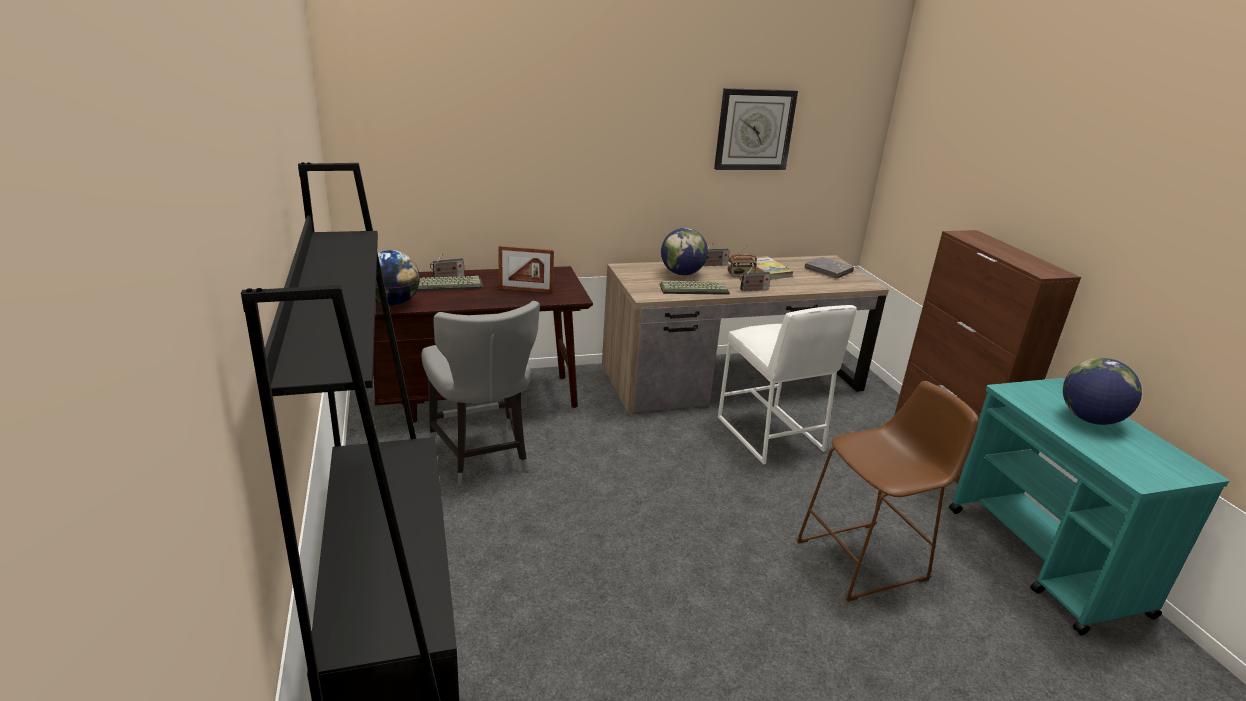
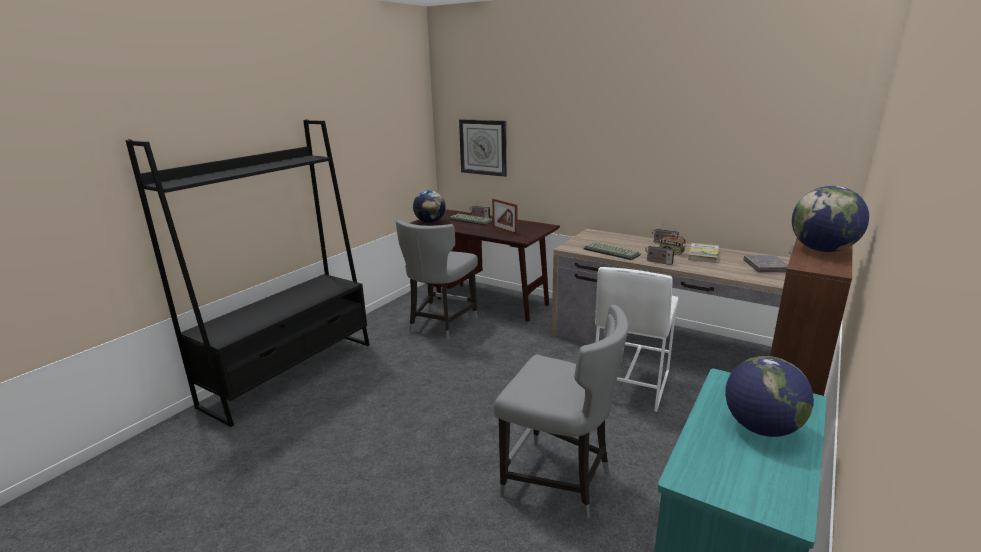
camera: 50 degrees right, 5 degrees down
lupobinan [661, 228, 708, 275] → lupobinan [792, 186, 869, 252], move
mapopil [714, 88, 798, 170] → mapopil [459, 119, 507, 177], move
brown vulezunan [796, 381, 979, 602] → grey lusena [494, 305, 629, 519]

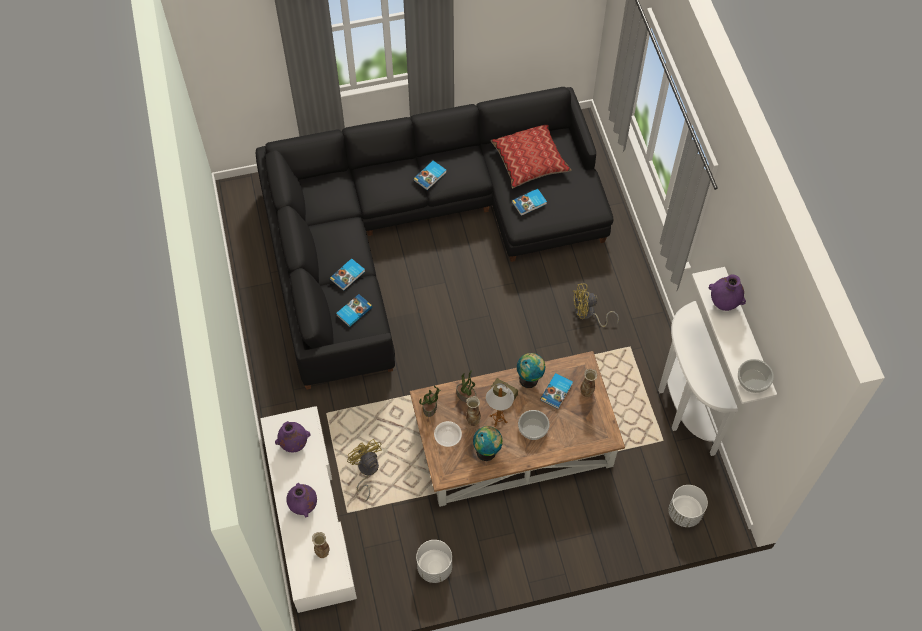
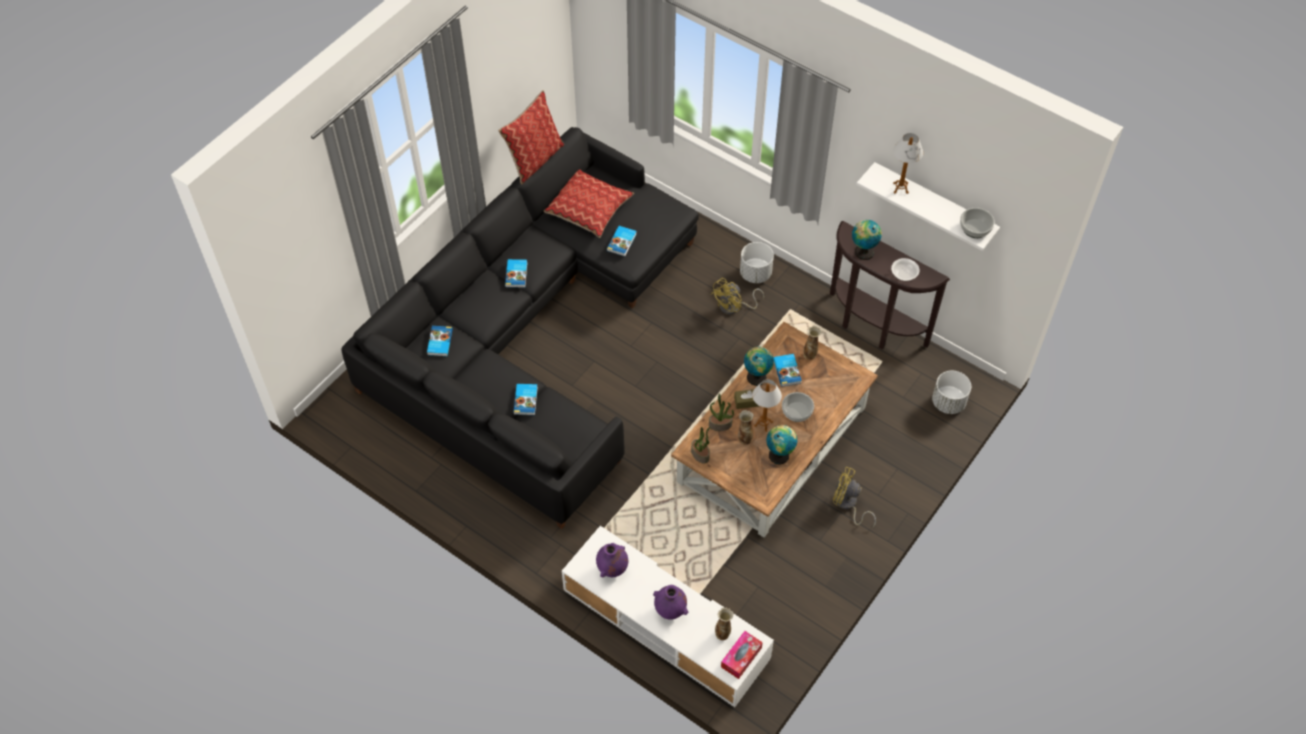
camera: 40 degrees left, 5 degrees down
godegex [336, 294, 372, 327] → godegex [427, 326, 453, 356], move
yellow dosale [347, 439, 382, 502] → yellow dosale [833, 467, 876, 529], move
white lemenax [416, 540, 452, 583] → white lemenax [740, 242, 774, 283], move
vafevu [434, 421, 462, 447] → vafevu [891, 258, 919, 281], move
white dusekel [658, 301, 738, 456] → brown dusekel [830, 221, 950, 350]
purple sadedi [709, 274, 746, 311] → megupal [893, 133, 923, 194]
- → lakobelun [498, 90, 564, 185]
- → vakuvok [721, 631, 763, 679]
- → lupobinan [852, 220, 882, 260]

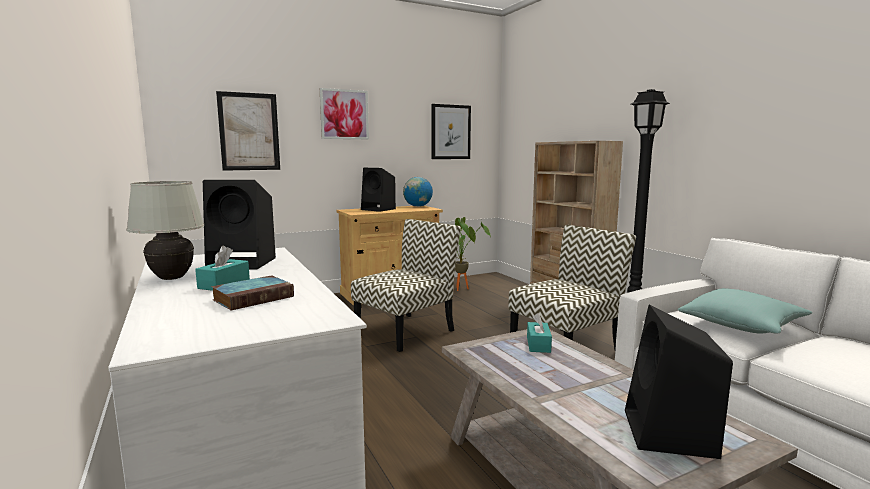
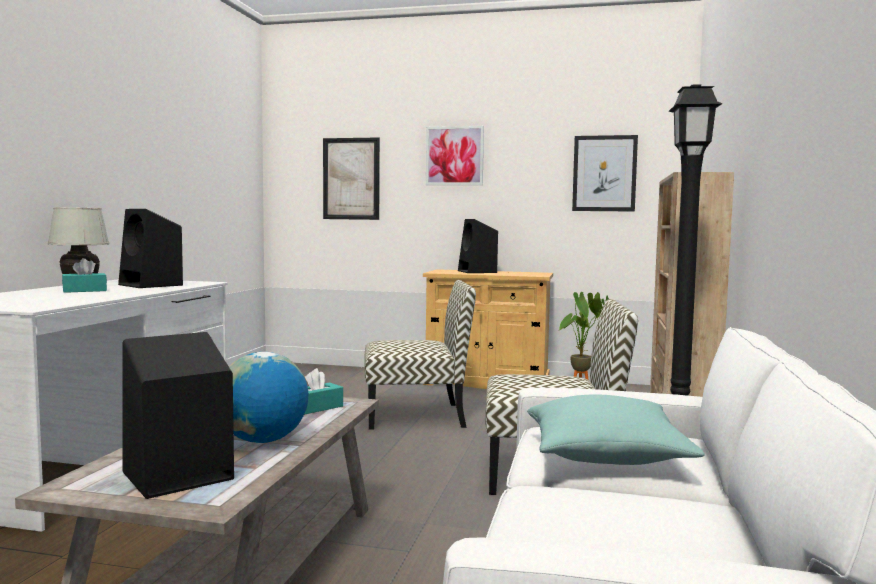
camera: 40 degrees right, 5 degrees down
godegex [211, 275, 294, 310] → -
lupobinan [403, 177, 433, 207] → lupobinan [229, 352, 308, 443], move

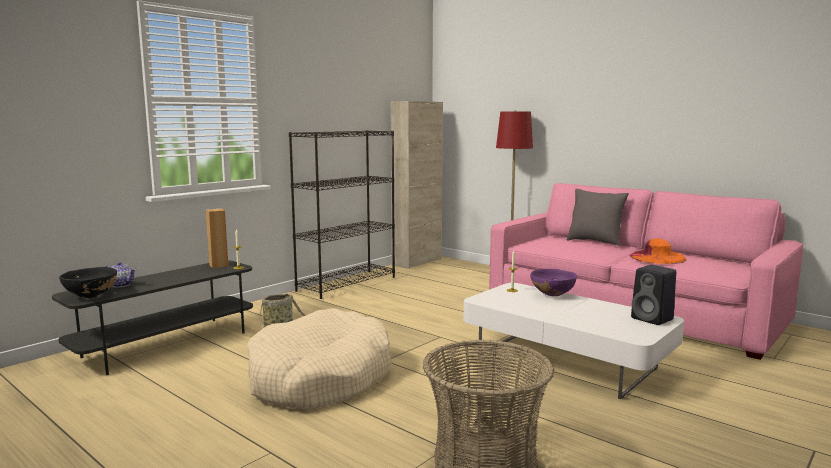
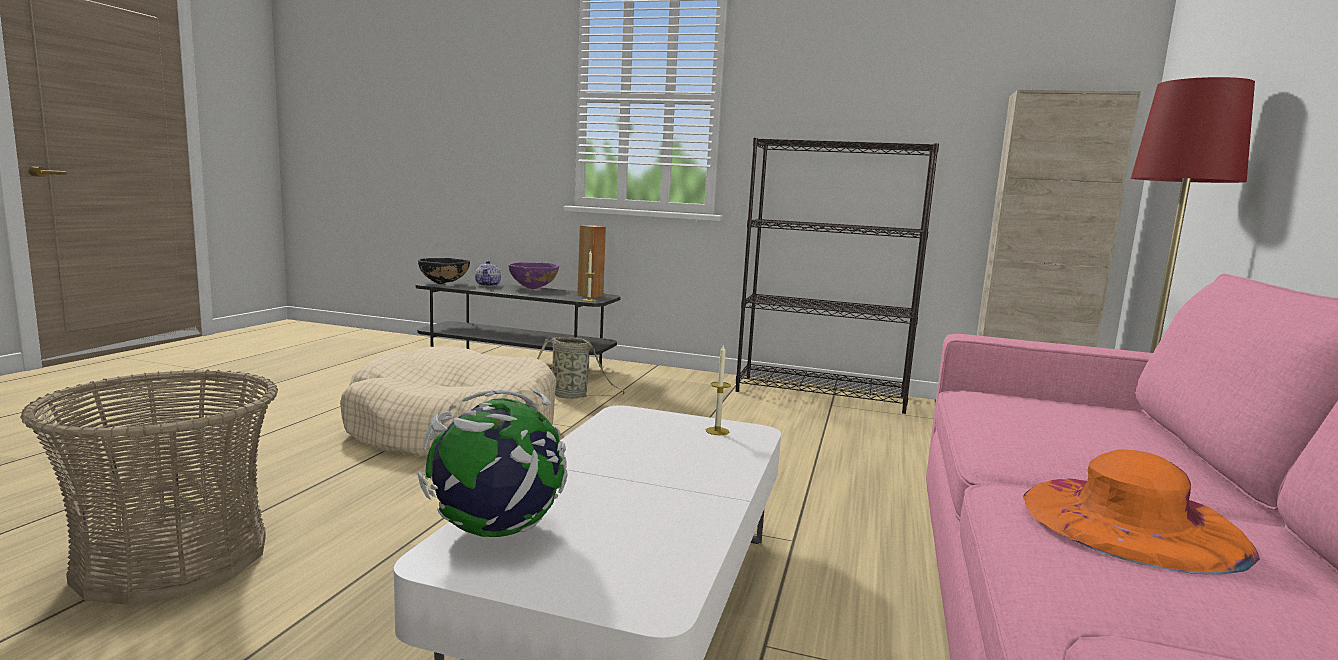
camera: 65 degrees right, 0 degrees up
purple vafevu [530, 269, 577, 296] → purple vafevu [508, 262, 559, 289], move
grey lakobelun [567, 189, 629, 246] → -
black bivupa [631, 265, 676, 325] → -
- → lupobinan [418, 390, 568, 537]

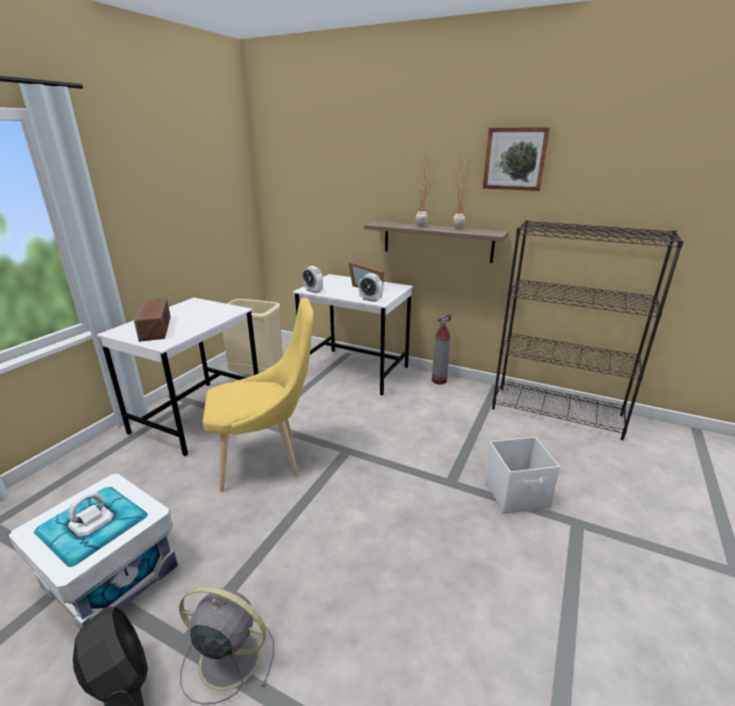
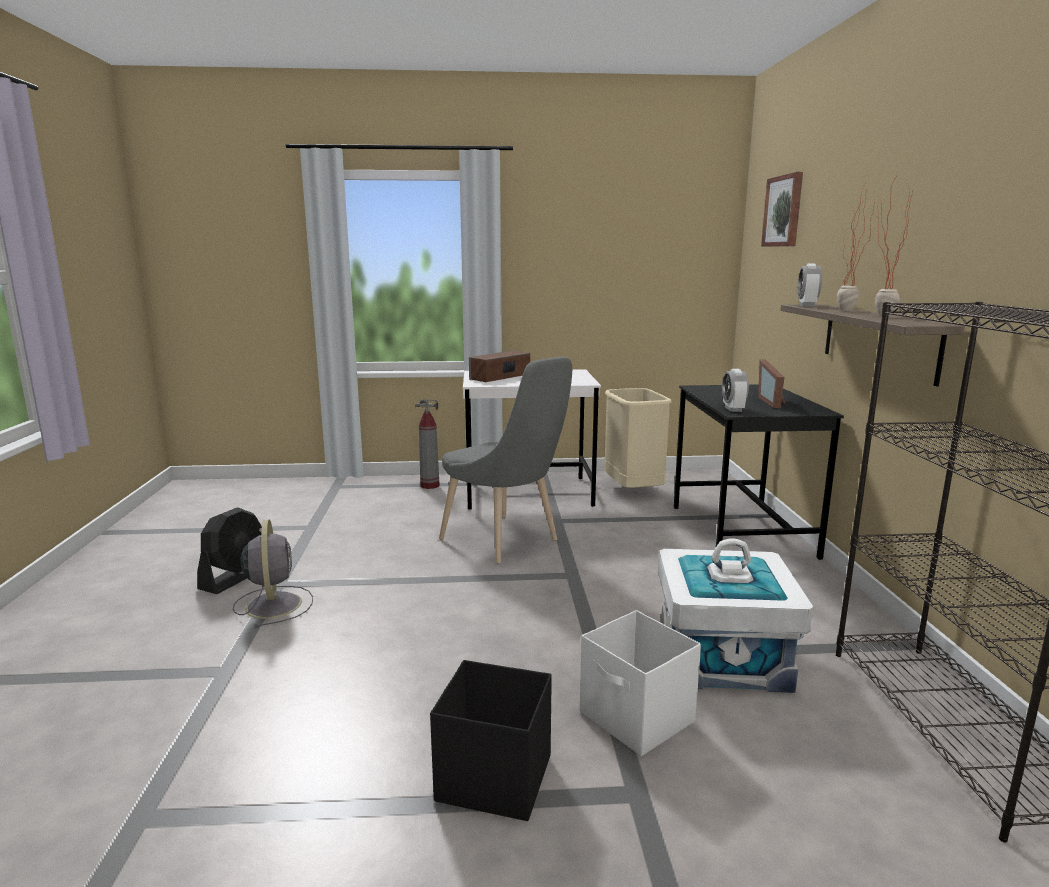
camera: 60 degrees right, 10 degrees down
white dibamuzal [9, 474, 178, 630] → white dibamuzal [658, 538, 813, 693], move
yellow lusena [203, 298, 314, 492] → grey lusena [439, 356, 572, 564]
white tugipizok [293, 274, 413, 395] → black tugipizok [674, 384, 844, 560]
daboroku [302, 266, 323, 293] → daboroku [798, 263, 822, 307], move
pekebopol [432, 313, 451, 385] → pekebopol [415, 399, 440, 489], move
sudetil [483, 127, 550, 191] → sudetil [761, 172, 803, 247], move
- → black dibamuzal [430, 660, 552, 821]

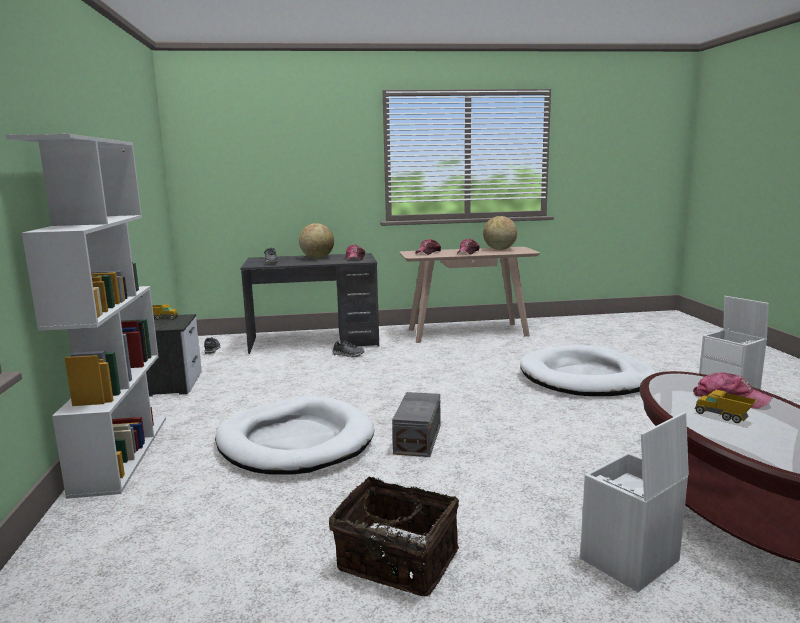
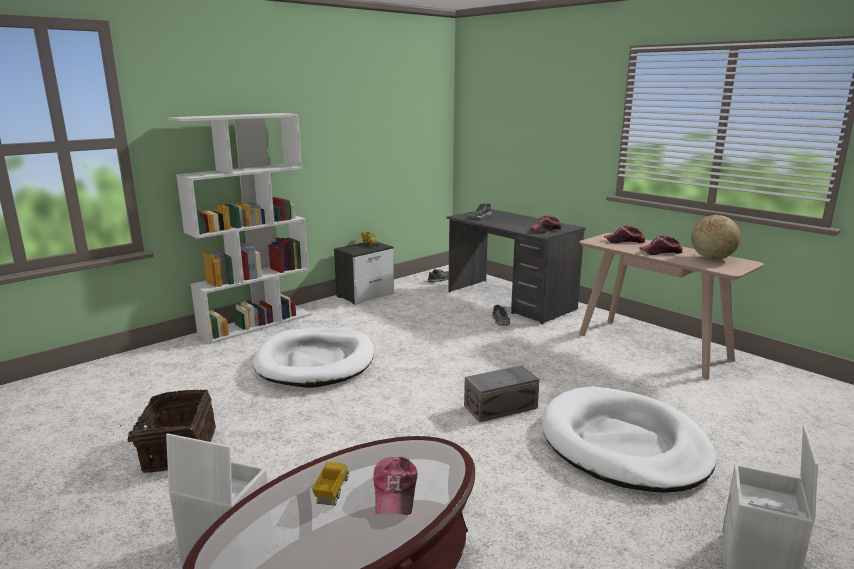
camera: 55 degrees right, 5 degrees up
lupobinan [299, 223, 334, 259] → -
grey dibamuzal [392, 392, 440, 457] → grey dibamuzal [464, 365, 540, 422], move

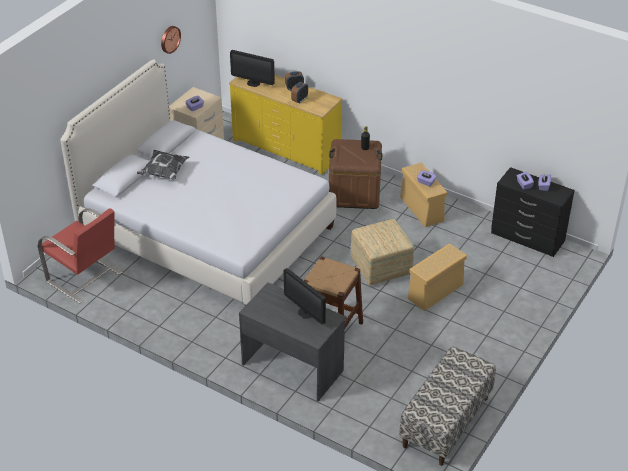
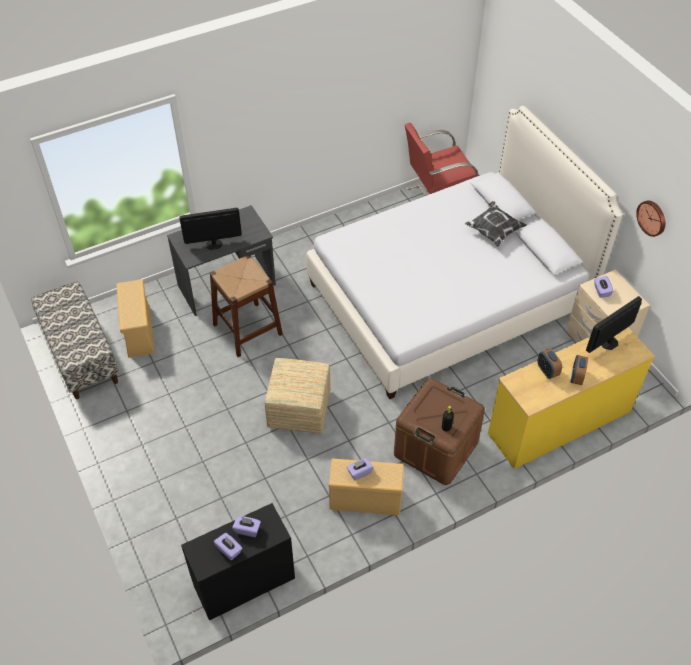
camera: 120 degrees right, 10 degrees up
beige dibamuzal [408, 243, 467, 311] → beige dibamuzal [116, 279, 155, 358], move

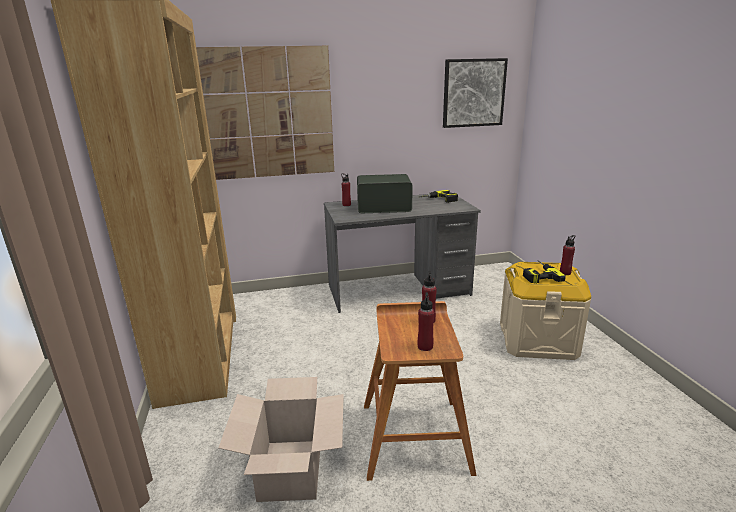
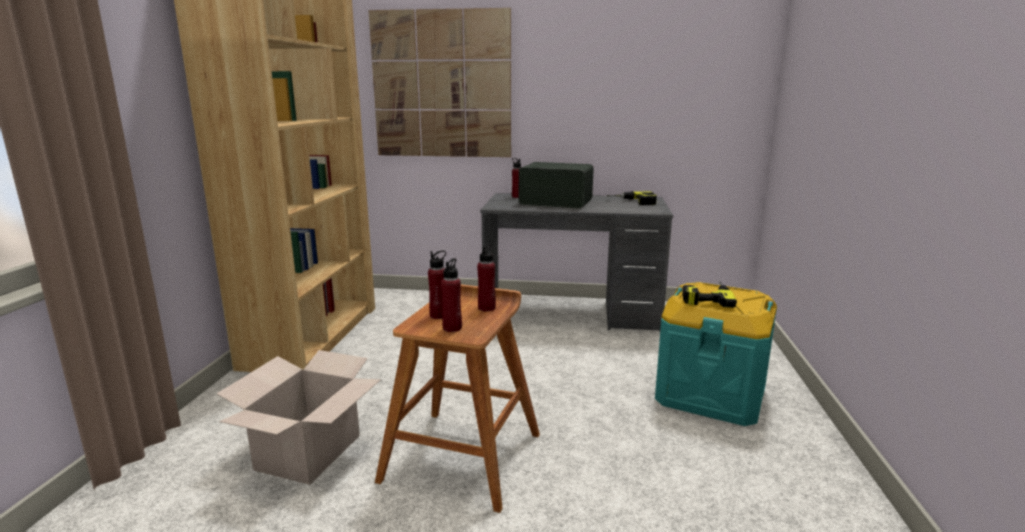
camera: 20 degrees right, 5 degrees down
sudetil [443, 58, 508, 128] → -
beige dibamuzal [500, 262, 591, 360] → turquoise dibamuzal [655, 282, 777, 426]
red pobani [560, 235, 575, 275] → red pobani [428, 251, 446, 319], move

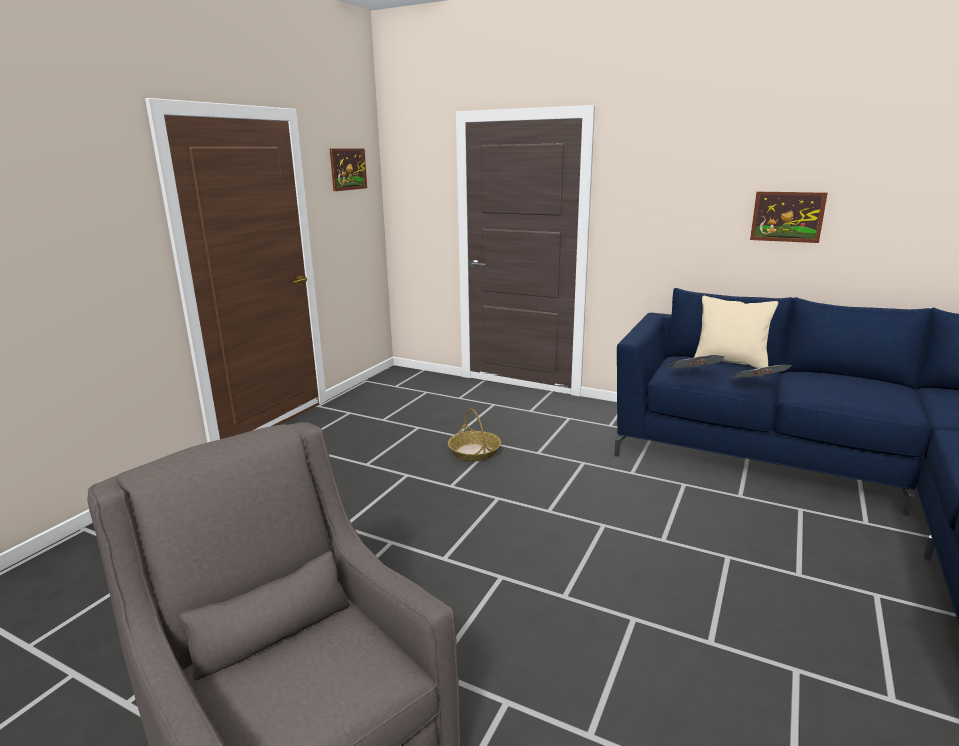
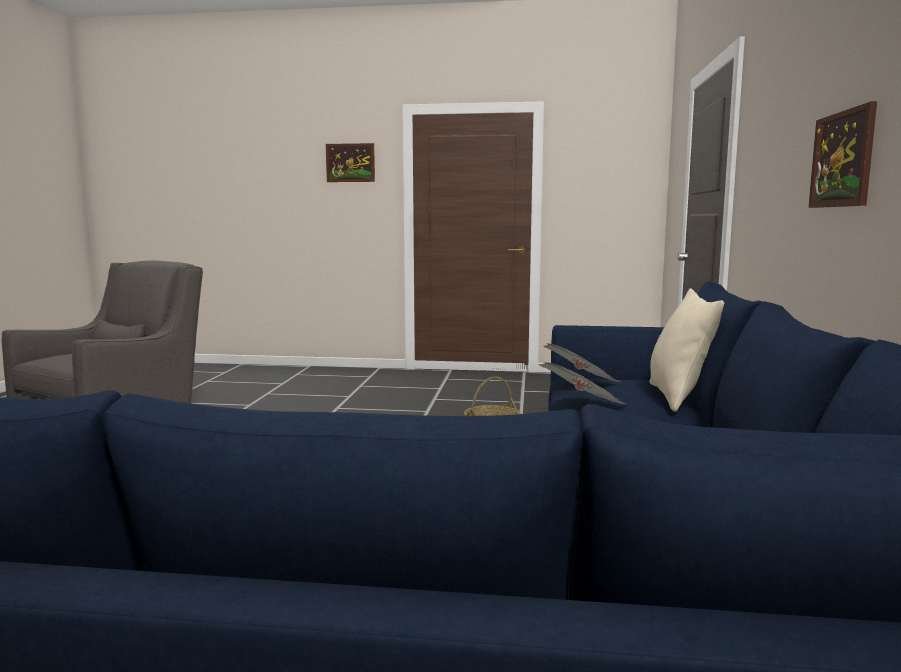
camera: 70 degrees right, 10 degrees down
sudetil [330, 148, 367, 191] → sudetil [326, 143, 375, 182], move

